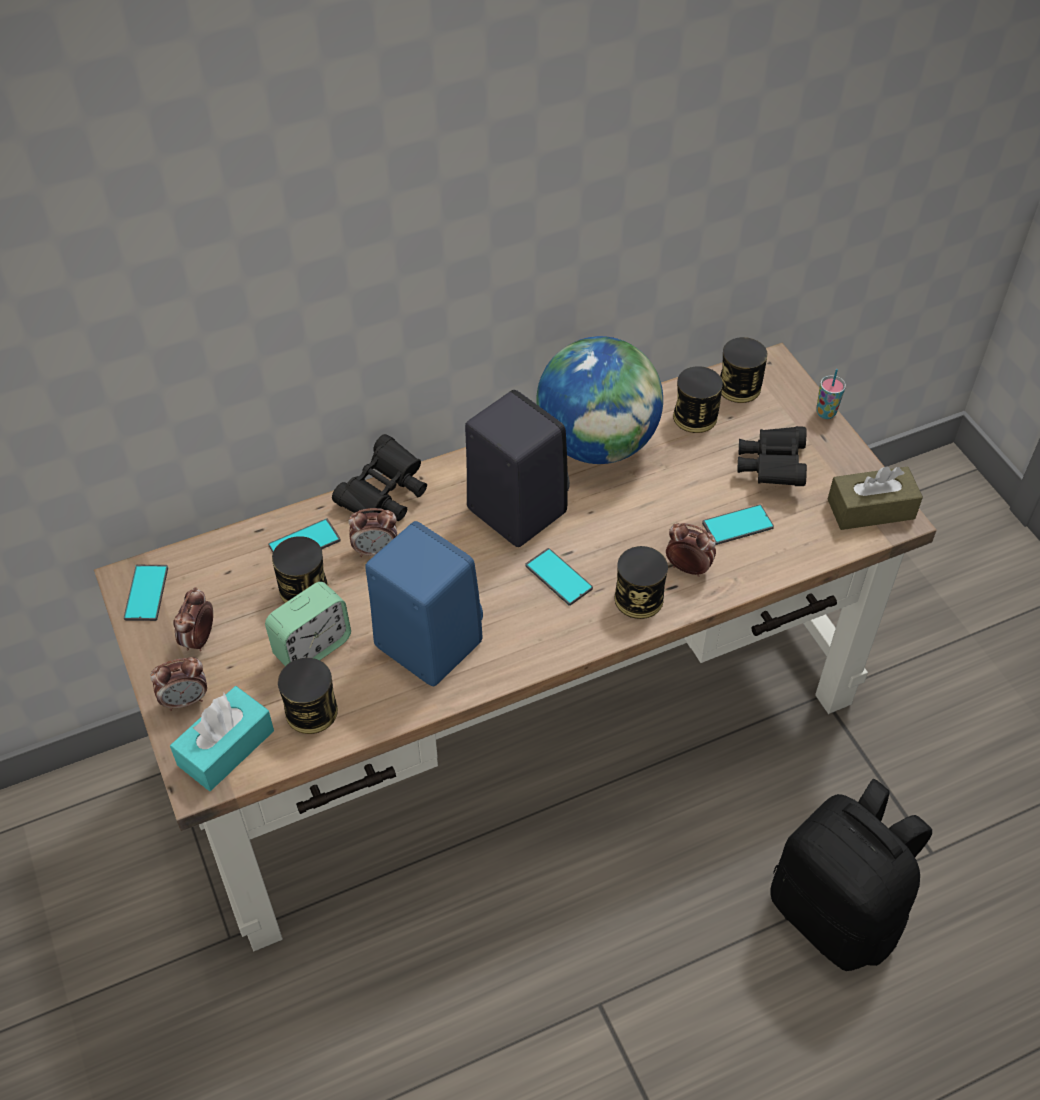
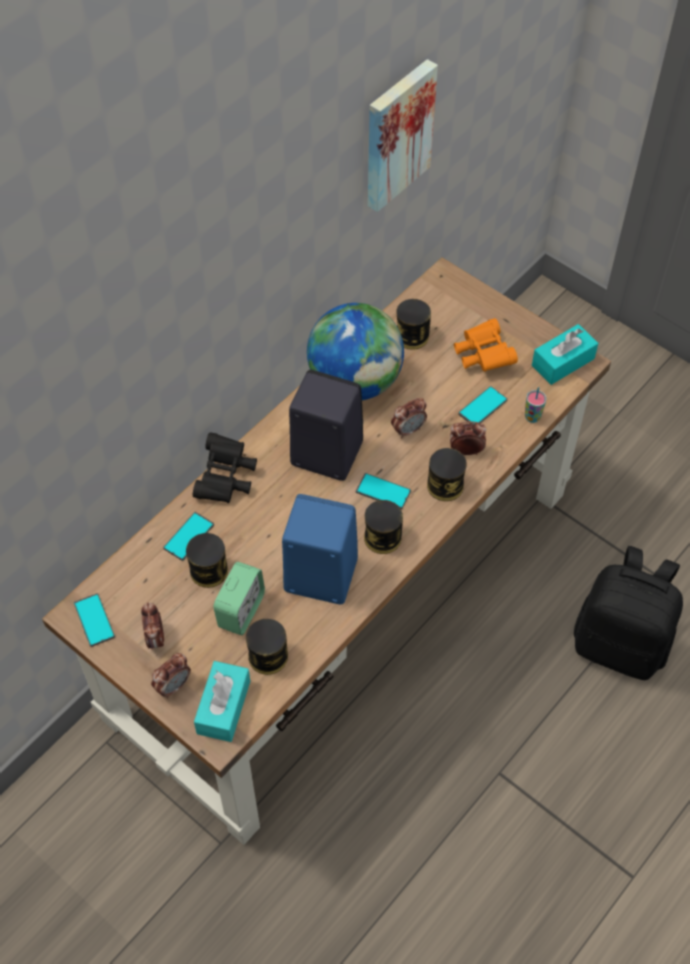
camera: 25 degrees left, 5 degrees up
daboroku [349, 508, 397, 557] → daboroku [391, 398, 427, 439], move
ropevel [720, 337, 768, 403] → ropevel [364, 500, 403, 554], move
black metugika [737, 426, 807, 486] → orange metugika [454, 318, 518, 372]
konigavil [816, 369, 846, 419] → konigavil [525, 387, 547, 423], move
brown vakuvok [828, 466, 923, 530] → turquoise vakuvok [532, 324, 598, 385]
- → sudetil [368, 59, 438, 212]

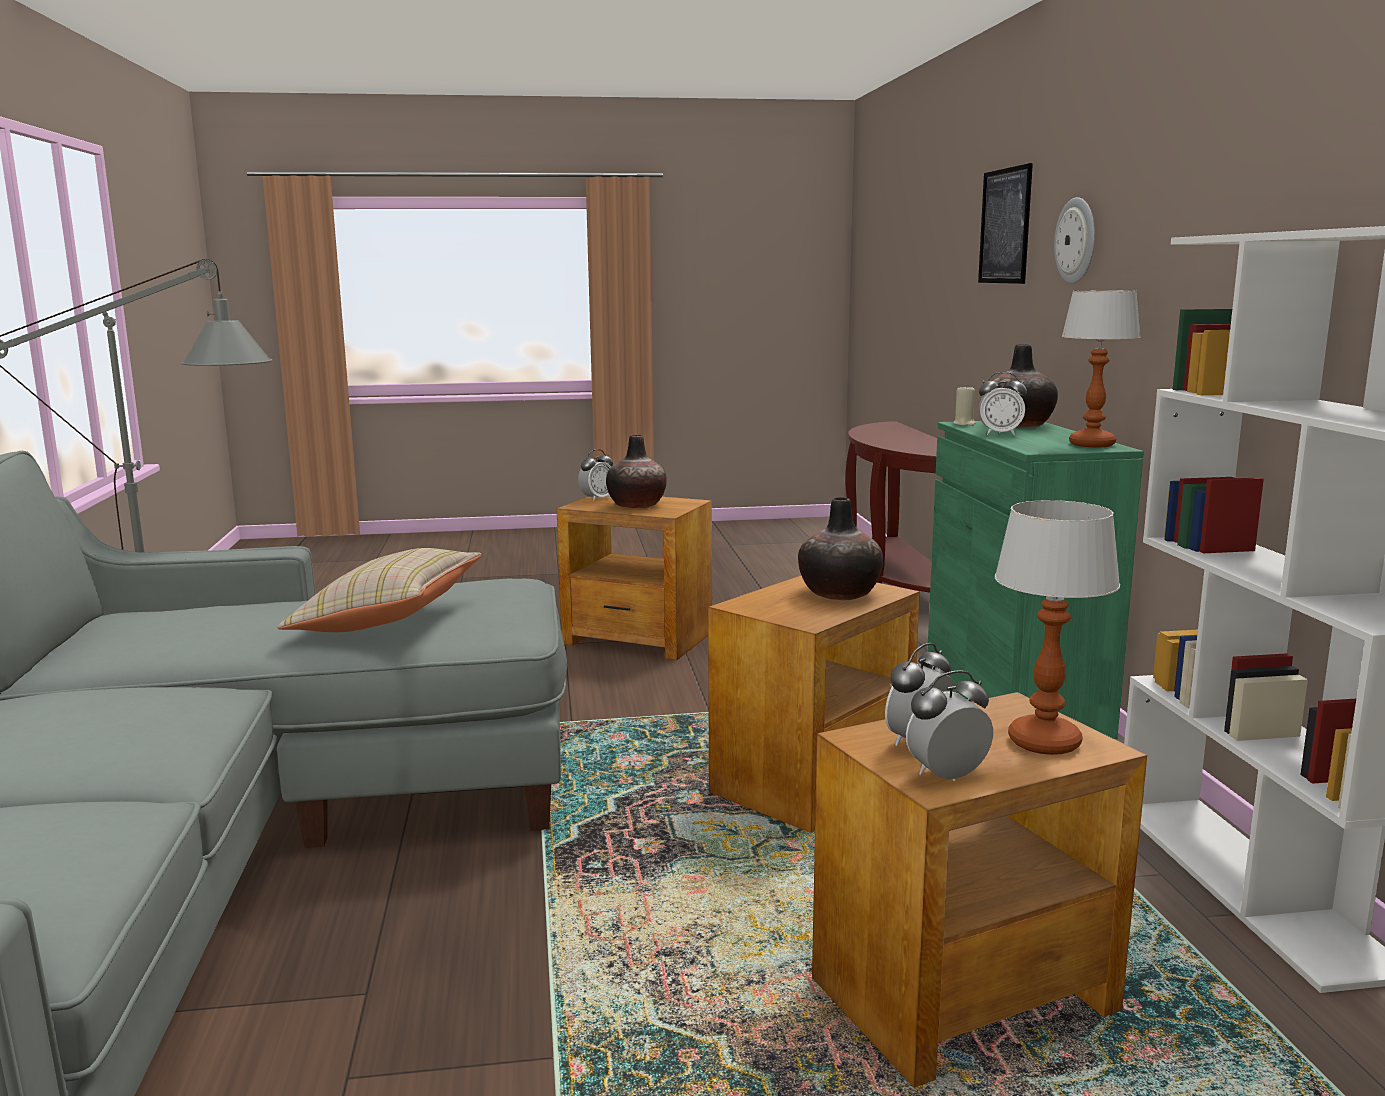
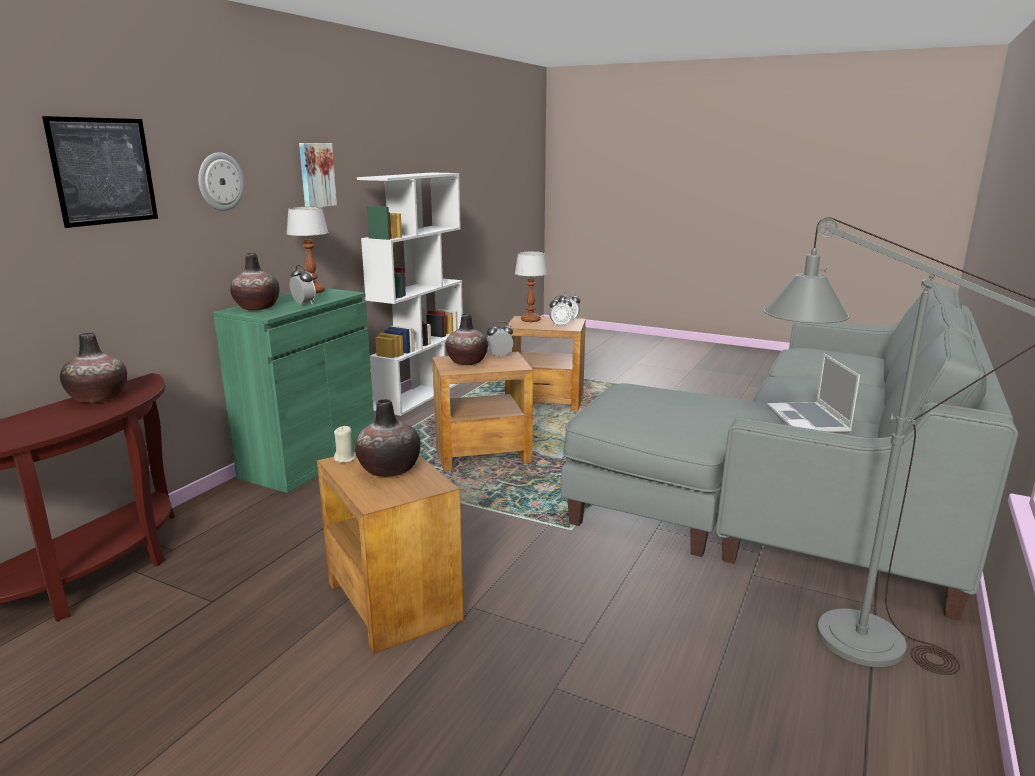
camera: 145 degrees left, 5 degrees up
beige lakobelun [277, 548, 481, 632] → -
daboroku [578, 449, 613, 501] → daboroku [487, 322, 513, 356], move
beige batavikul [953, 385, 976, 426] → beige batavikul [334, 426, 356, 463], move
- → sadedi [60, 332, 127, 403]
- → sudetil [299, 143, 337, 207]
- → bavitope [767, 353, 860, 433]

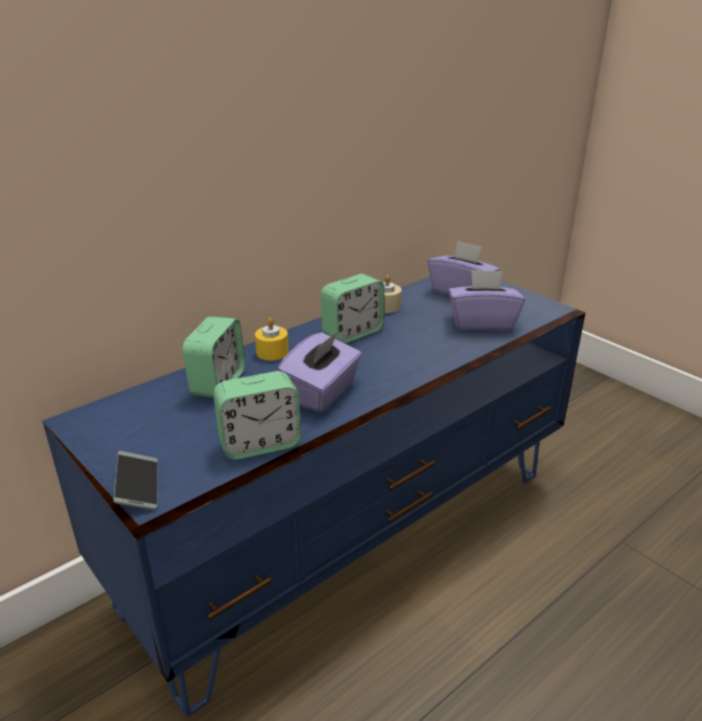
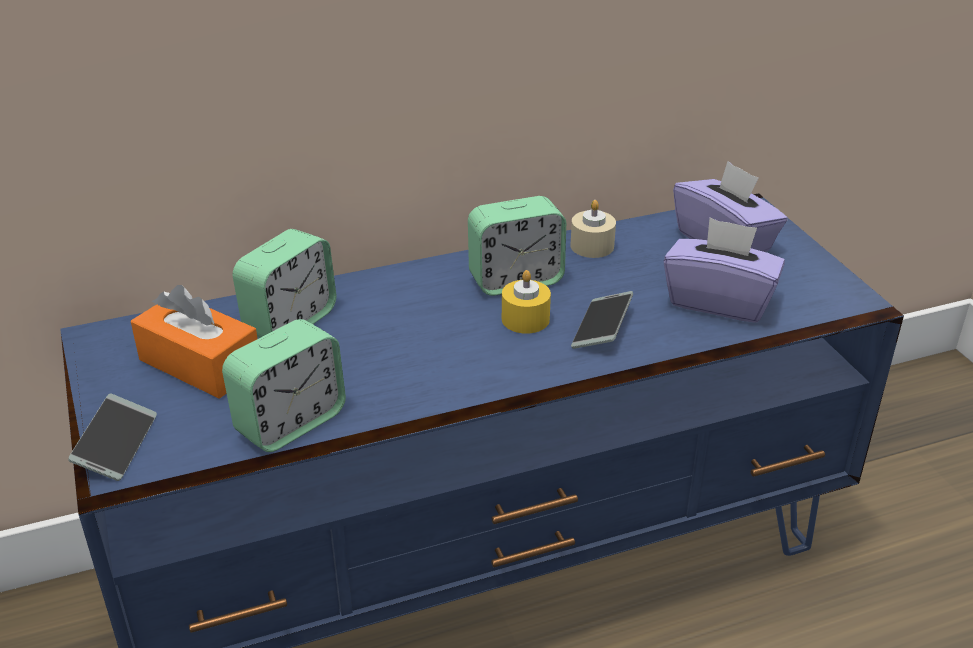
camera: 20 degrees right, 5 degrees up
daboroku [213, 371, 301, 460] → daboroku [222, 319, 346, 452], 45 degrees counterclockwise
yellow batavikul [255, 317, 289, 360] → yellow batavikul [502, 270, 551, 334], move
purple vakuvok [277, 332, 362, 412] → -
- → orange vakuvok [131, 285, 258, 399]
- → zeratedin [571, 291, 633, 349]

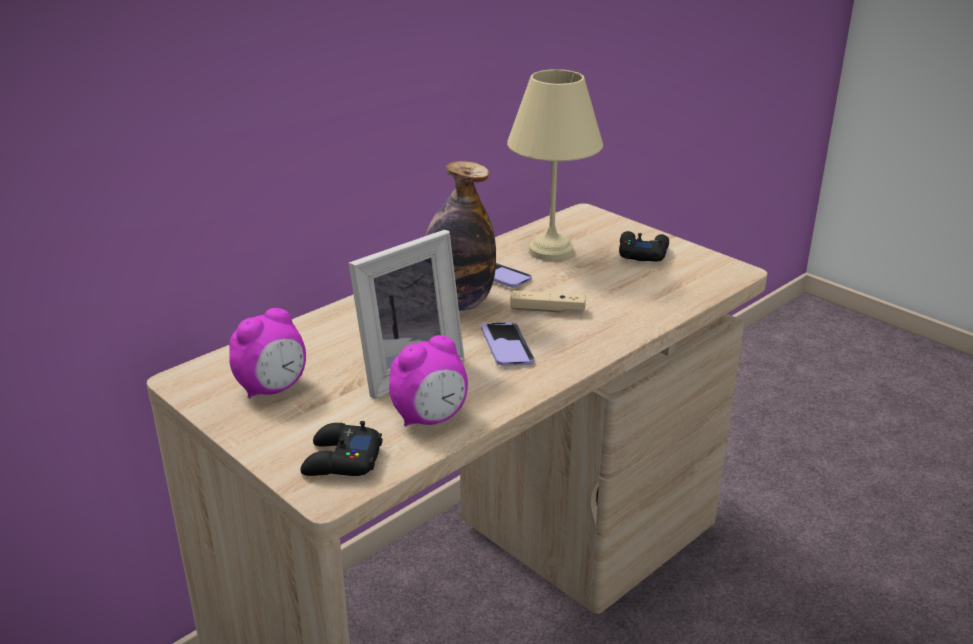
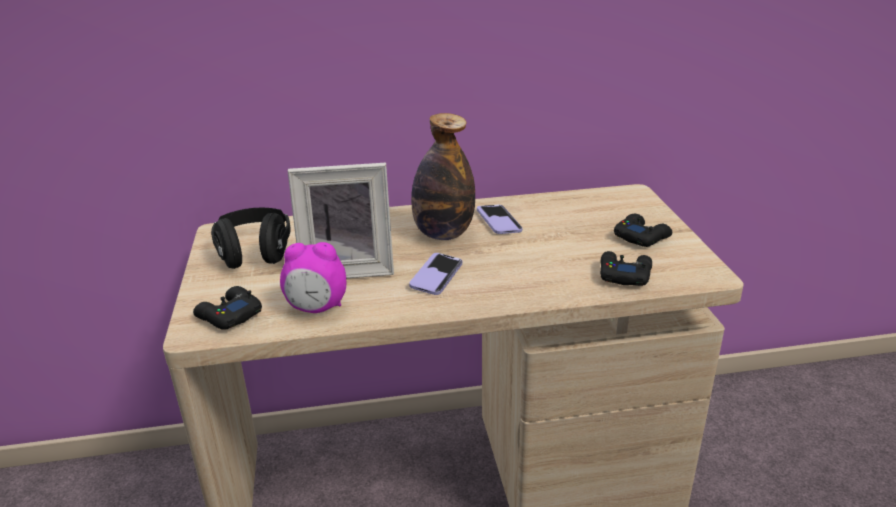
camera: 35 degrees right, 0 degrees up
daboroku [229, 308, 306, 398] → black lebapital [211, 208, 291, 269]
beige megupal [507, 69, 603, 261] → -
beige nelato [511, 291, 586, 313] → -
- → black nelato [600, 251, 652, 286]

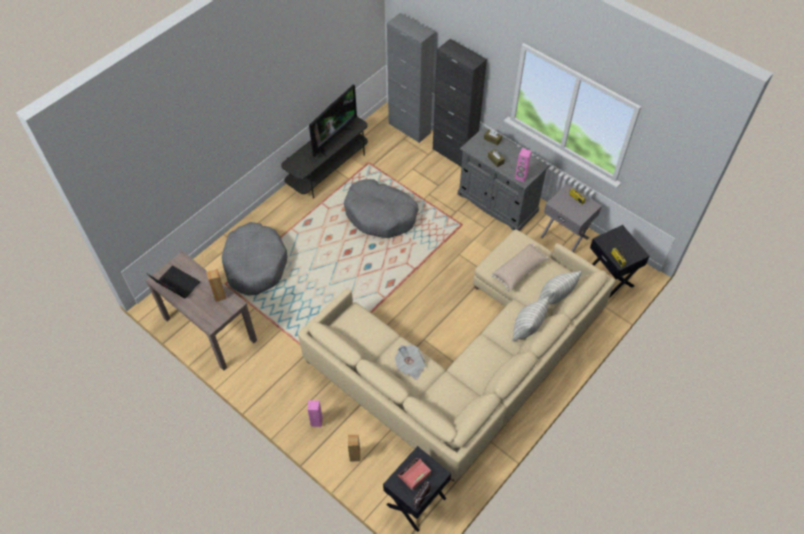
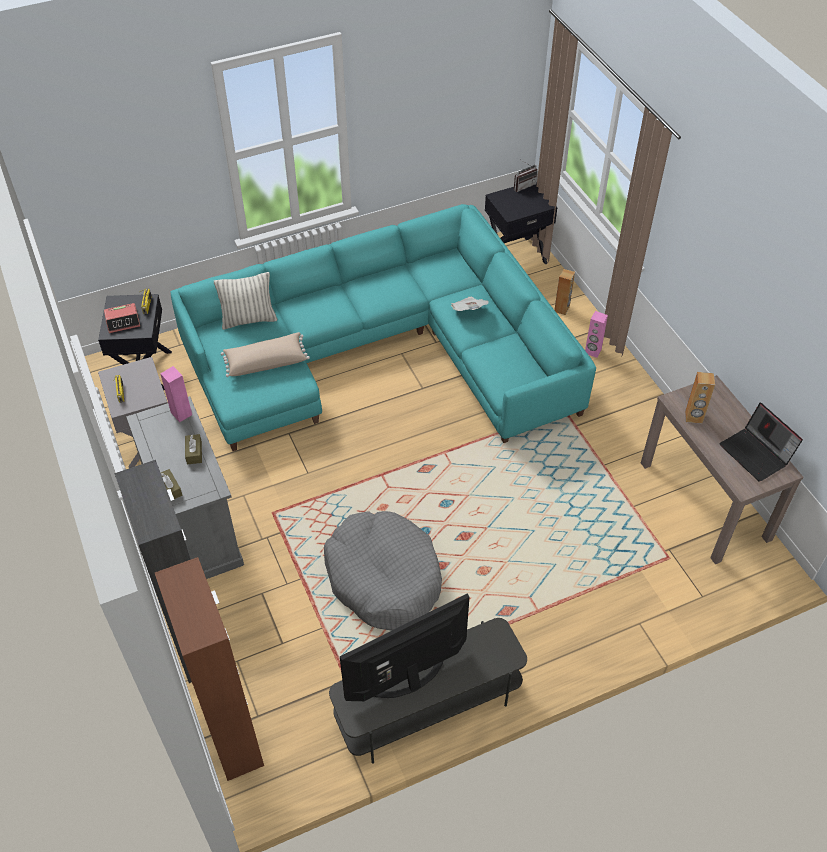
camera: 155 degrees left, 5 degrees down
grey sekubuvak [222, 222, 287, 296] → -
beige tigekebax [298, 229, 616, 482] → turquoise tigekebax [170, 204, 596, 451]
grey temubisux [387, 13, 435, 143] → brown temubisux [155, 557, 264, 781]
daboroku [398, 458, 431, 491] → daboroku [104, 303, 140, 333], move
lakobelun [512, 296, 549, 341] → -

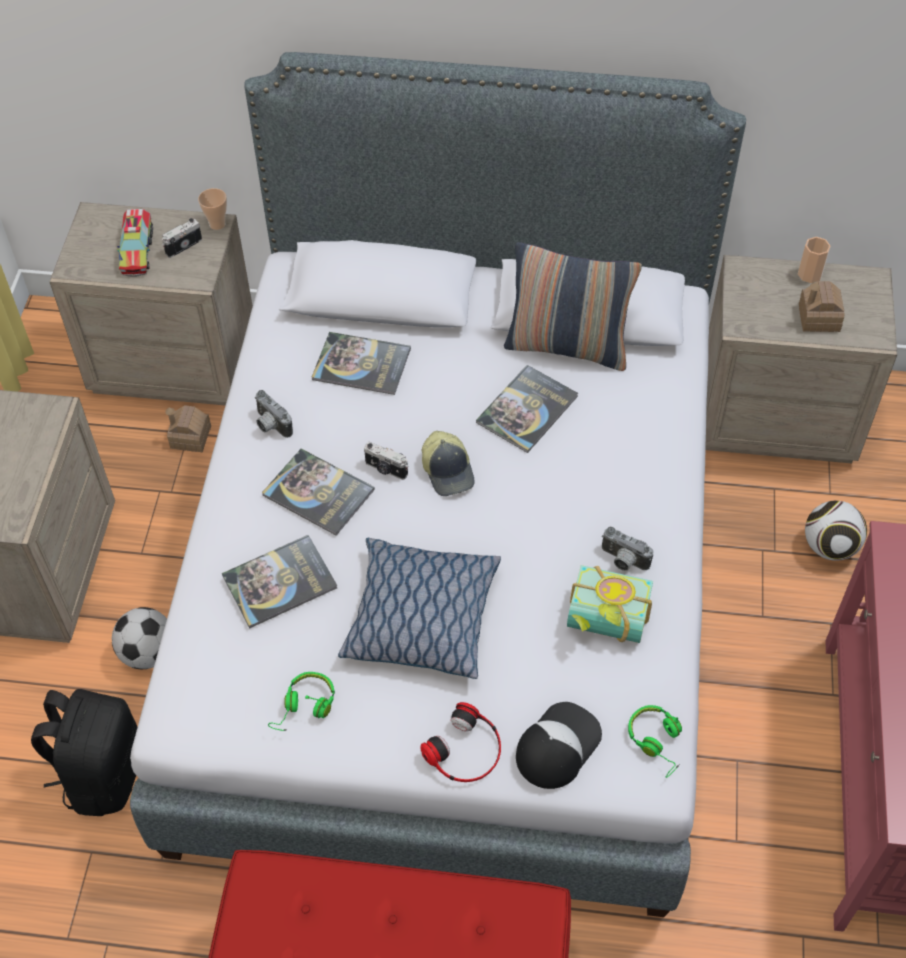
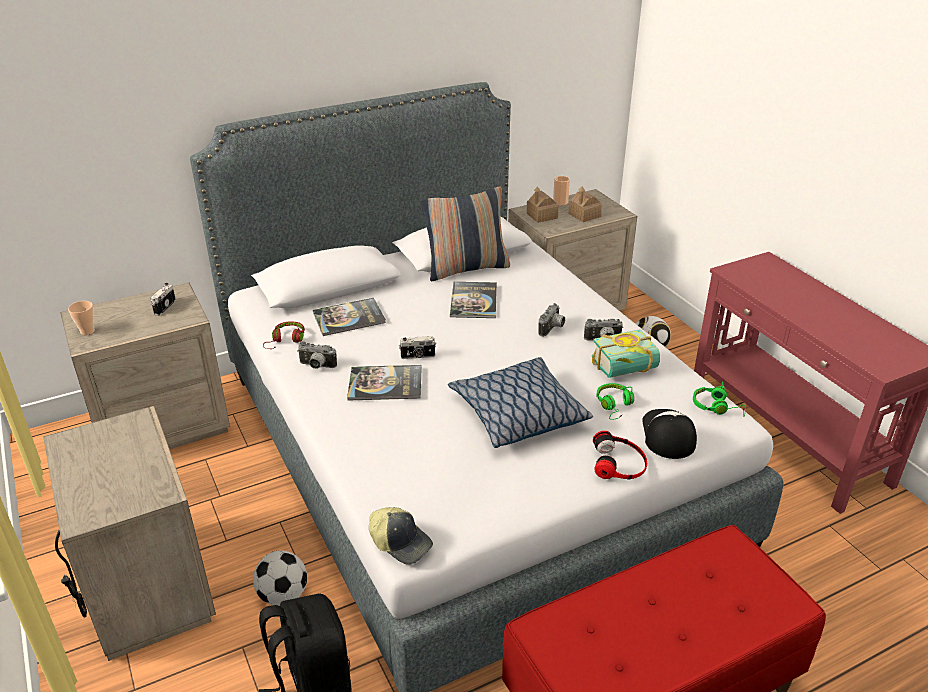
camera: 35 degrees left, 20 degrees down
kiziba [117, 209, 153, 277] → -
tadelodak [165, 405, 211, 452] → tadelodak [527, 186, 558, 223], move
konigavil [198, 188, 227, 230] → konigavil [68, 301, 95, 335], move
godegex [222, 535, 337, 629] → -
green lebapital [268, 672, 335, 731] → green lebapital [596, 383, 634, 420], move
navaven [422, 431, 475, 496] → navaven [369, 507, 433, 565], move
- → red lebapital [263, 322, 305, 349]
- → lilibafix [539, 303, 565, 337]

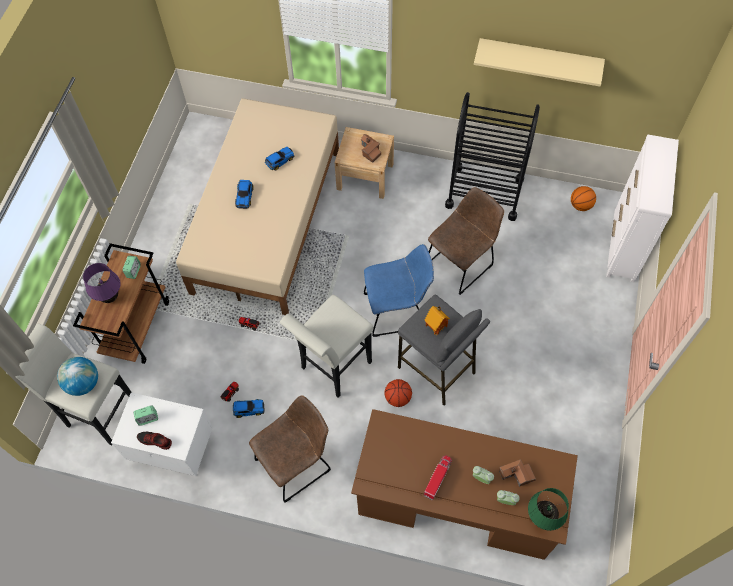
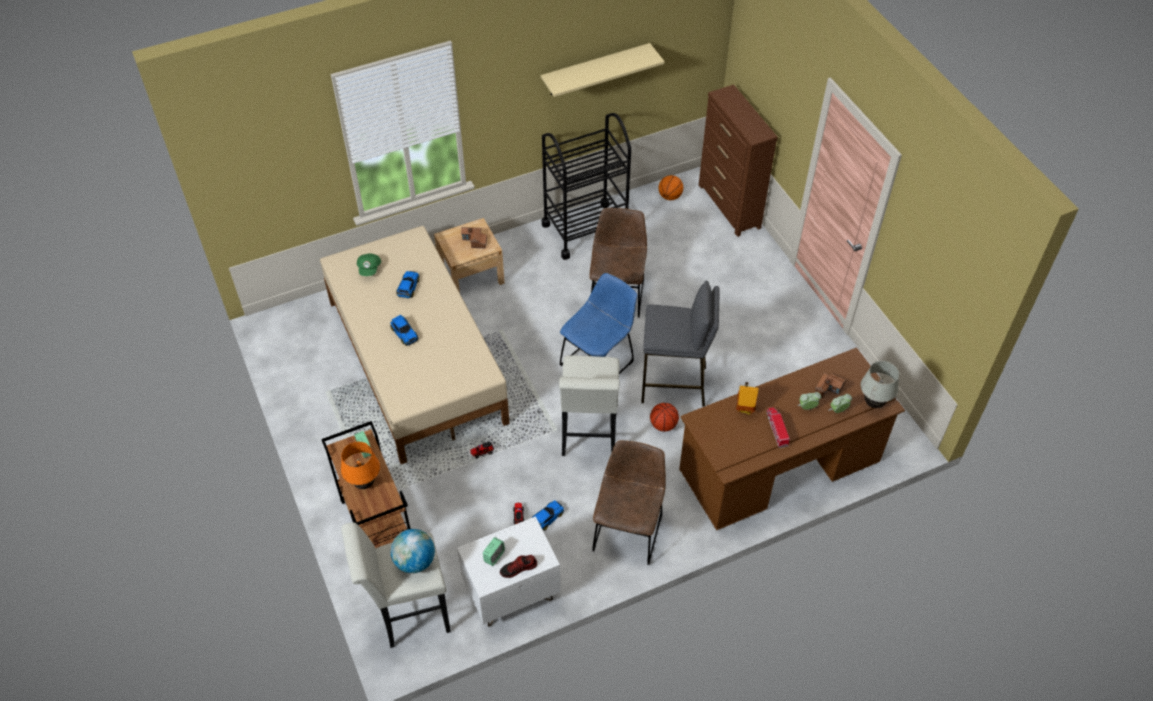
camera: 40 degrees left, 10 degrees down
purple megupal [83, 263, 121, 303] → orange megupal [341, 442, 380, 489]
tadelodak [425, 306, 450, 335] → tadelodak [736, 382, 758, 415], move
green megupal [528, 488, 569, 531] → white megupal [860, 361, 899, 408]
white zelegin [606, 135, 679, 282] → brown zelegin [699, 85, 778, 237]
- → green navaven [357, 253, 381, 276]

